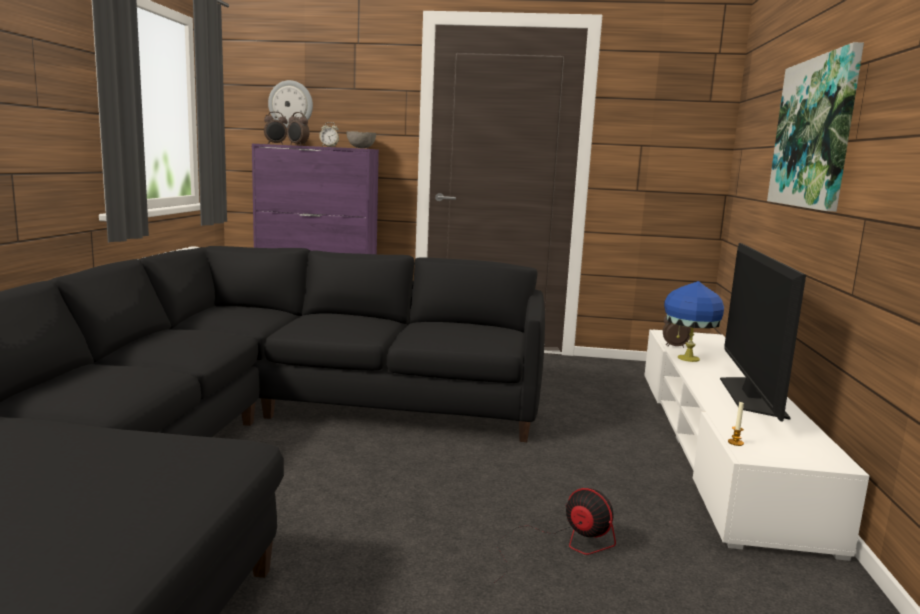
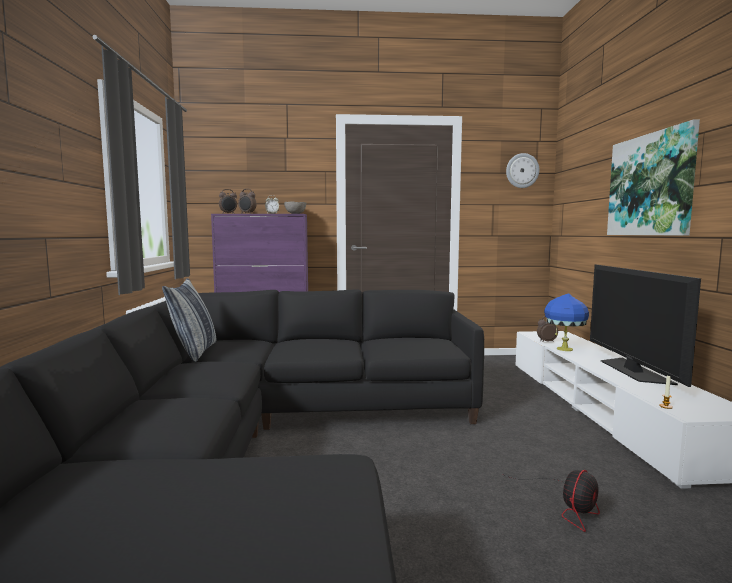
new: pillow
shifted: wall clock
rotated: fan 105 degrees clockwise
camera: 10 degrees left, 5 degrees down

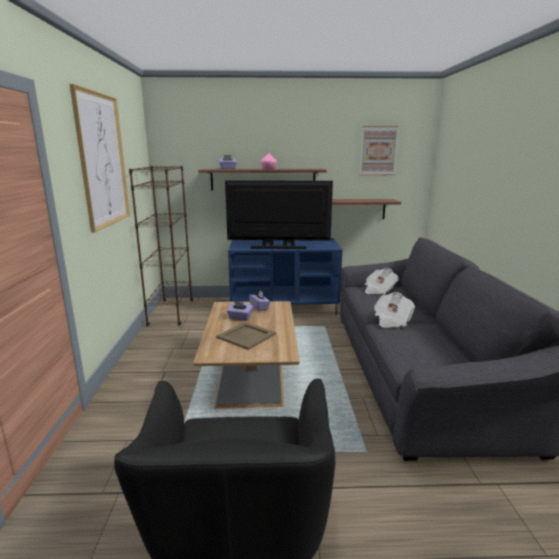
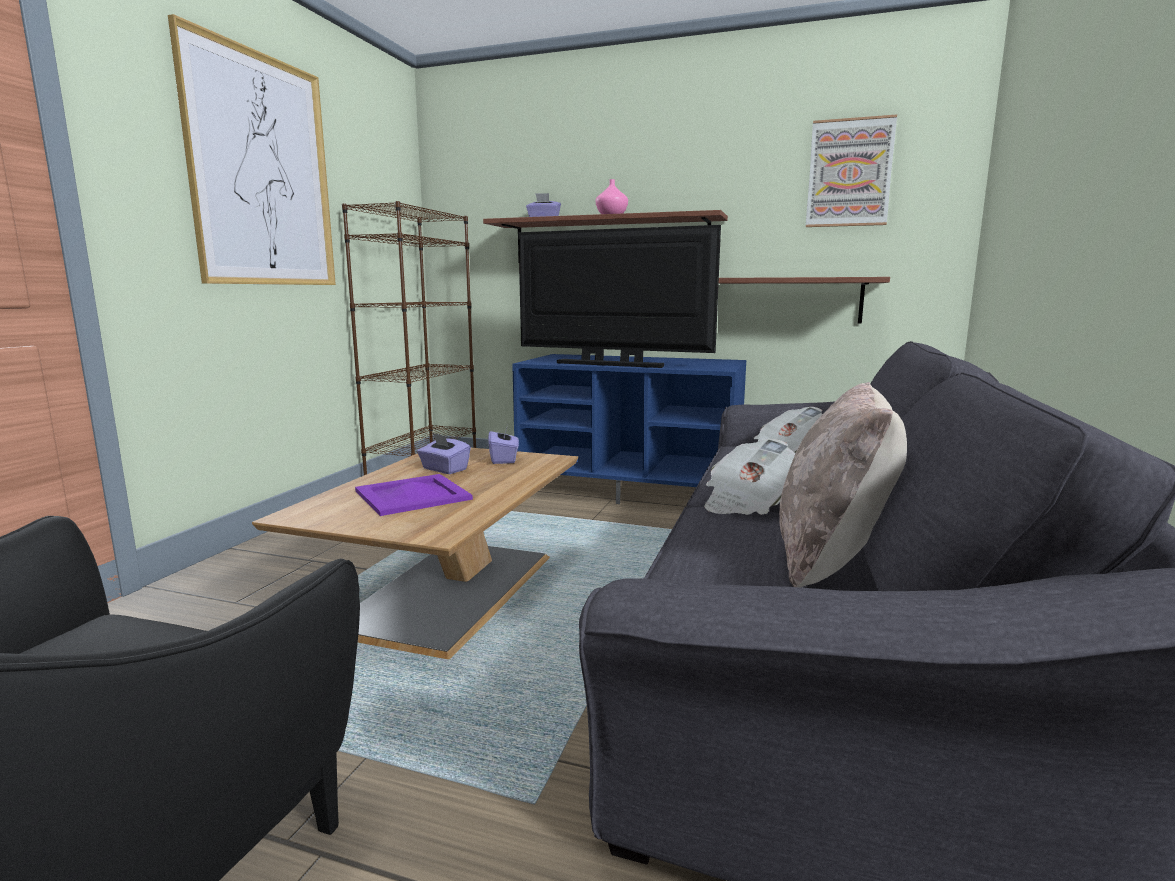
new: pillow (beige)
repainted: tray (beige) to tray (purple)
camera: 20 degrees right, 5 degrees down

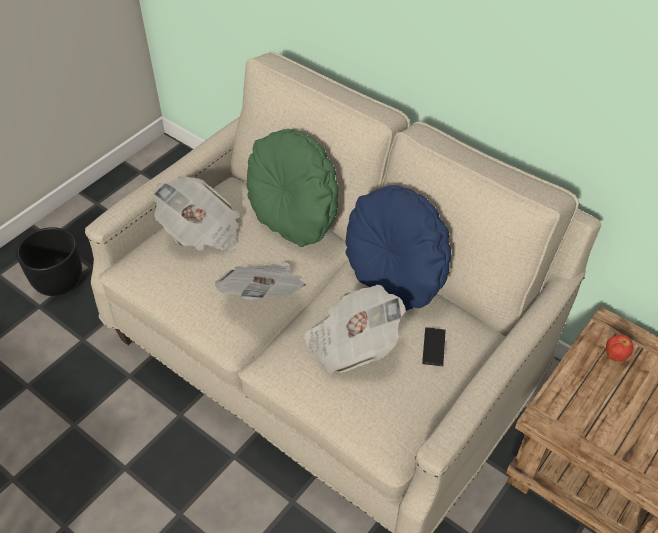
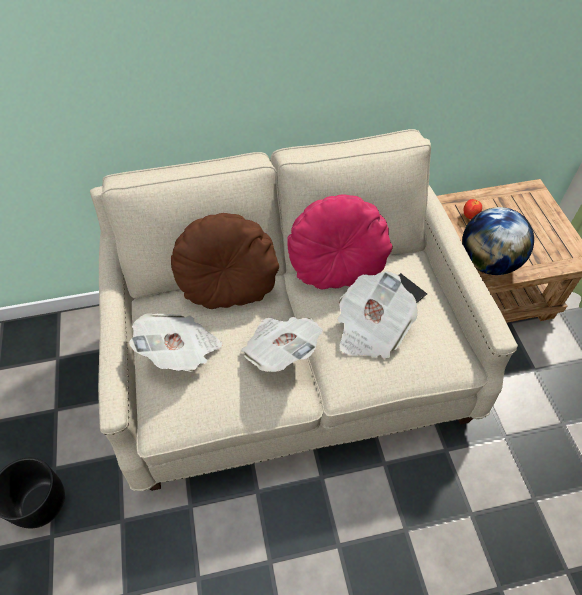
new: globe
repainted: pillow (green) to pillow (brown); pillow (blue) to pillow (pink)
camera: 50 degrees left, 5 degrees up

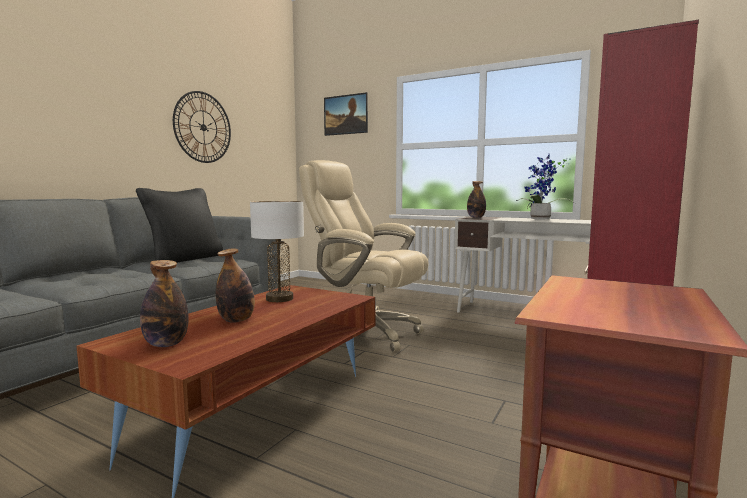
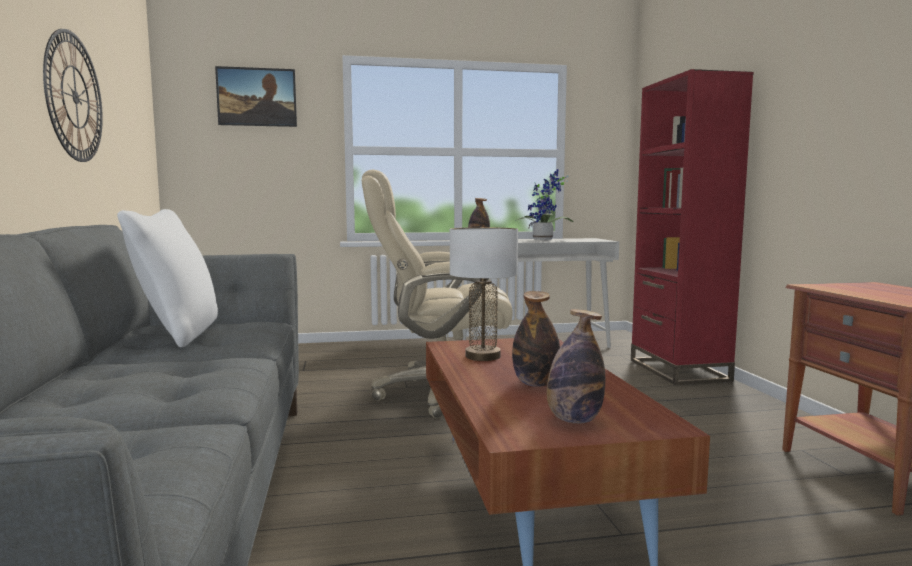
repainted: pillow (black) to pillow (white)
camera: 40 degrees left, 0 degrees up

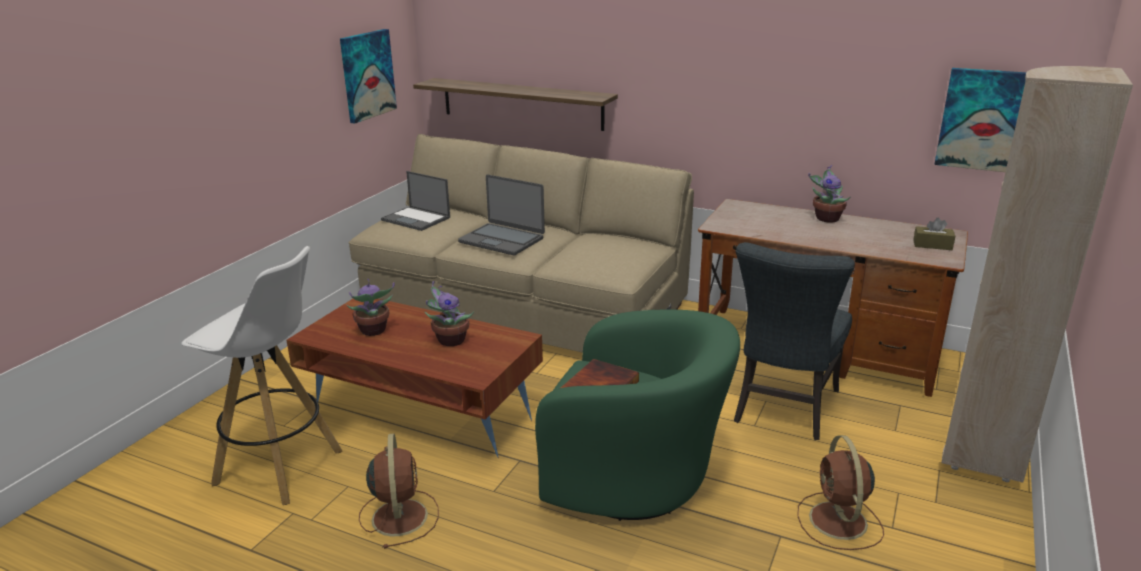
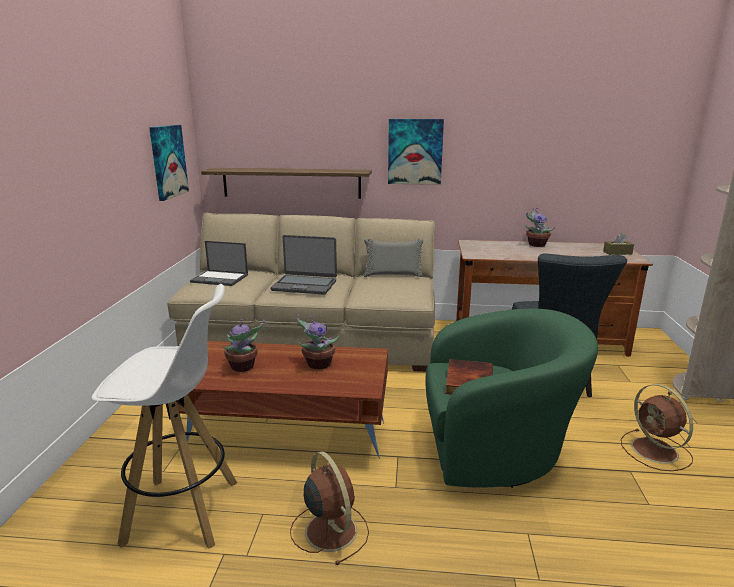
new: pillow (grey)
shifted: picture (no. 2 from left)
camera: 20 degrees left, 5 degrees down

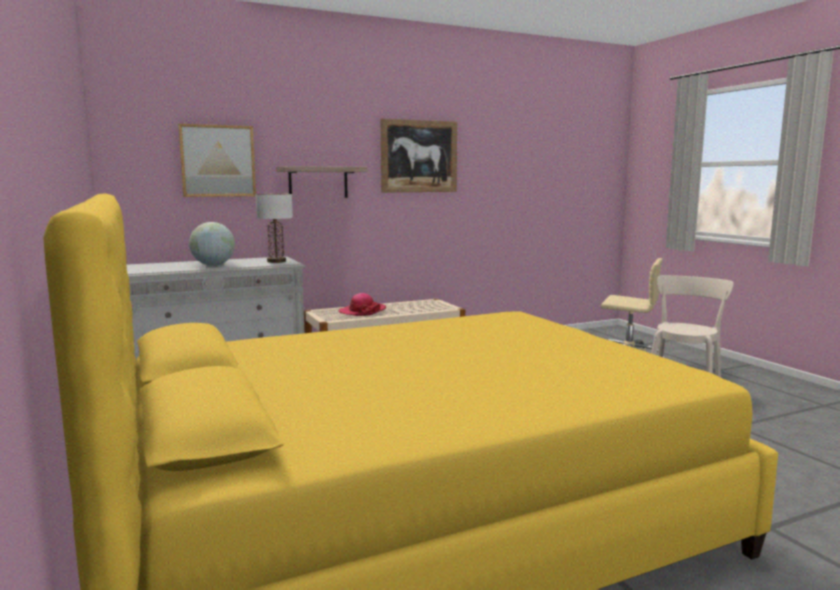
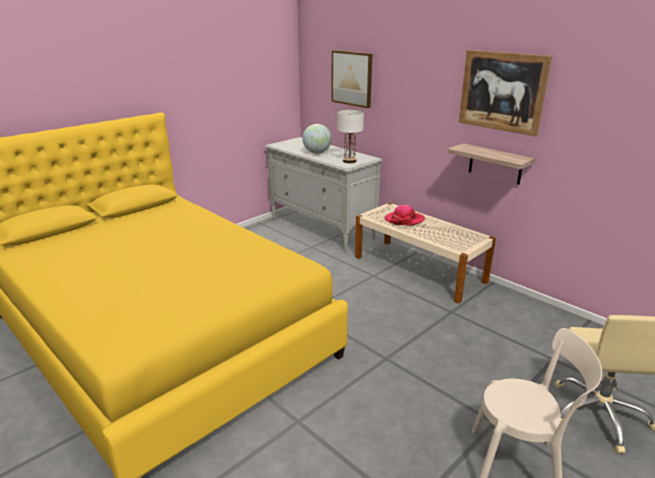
shifted: shelf
camera: 70 degrees right, 15 degrees up

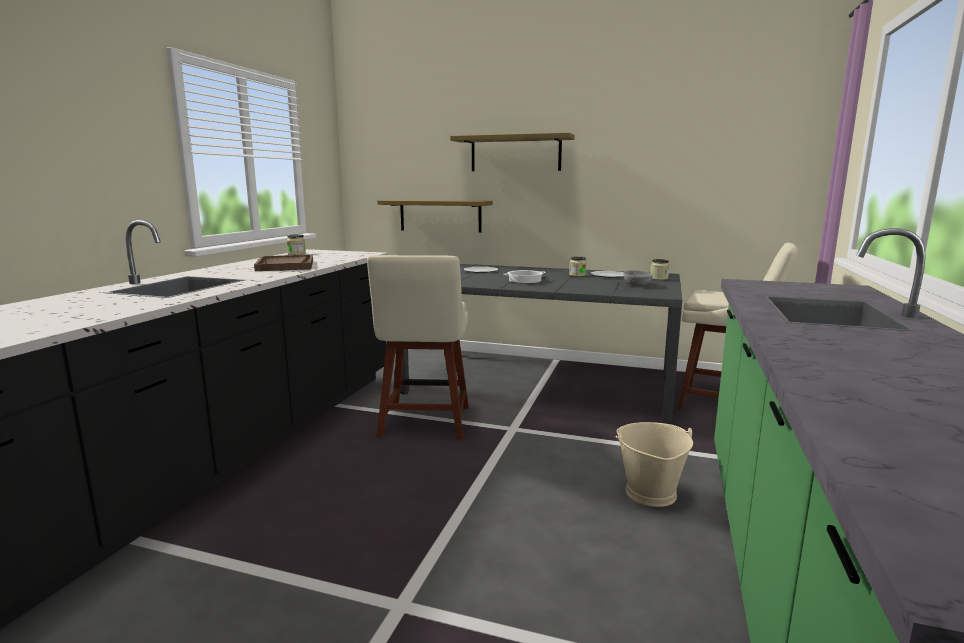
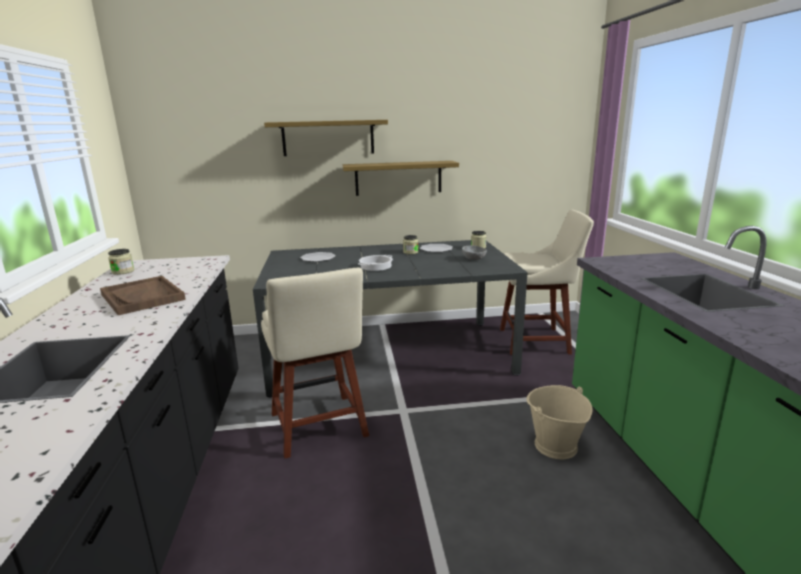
shifted: shelf (no. 1 from left in the first image) to shelf (no. 2 from left)
camera: 25 degrees left, 5 degrees up

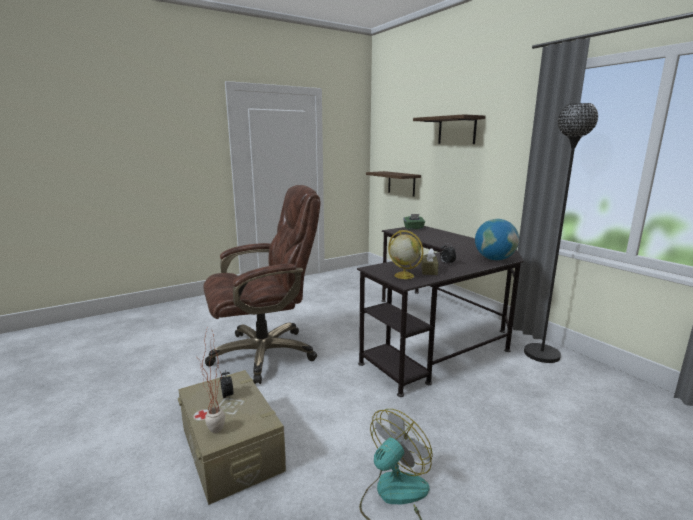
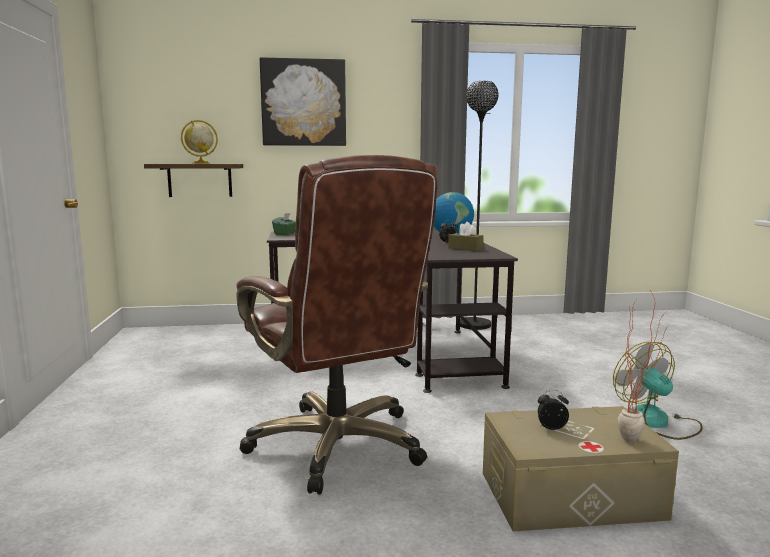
shifted: globe (no. 1 from left)
swapped: shelf (no. 2 from left) to picture
rotated: office chair (brown) 150 degrees clockwise
camera: 65 degrees left, 5 degrees down

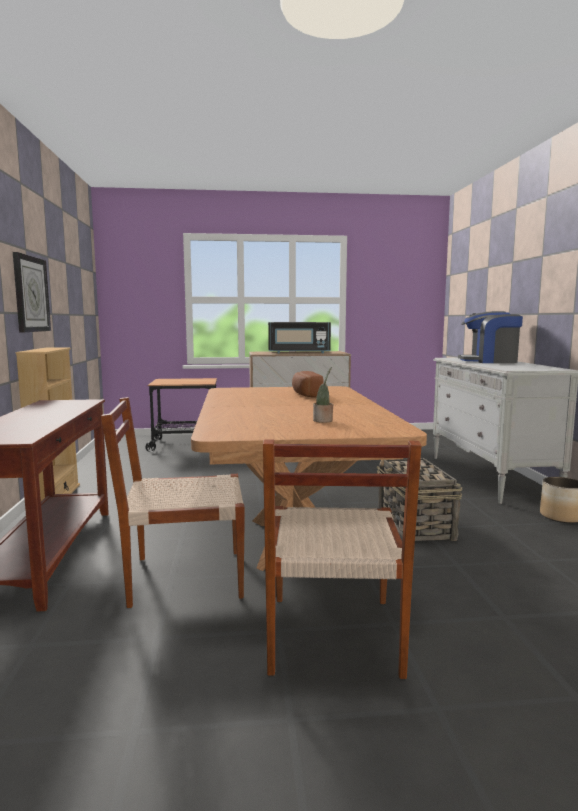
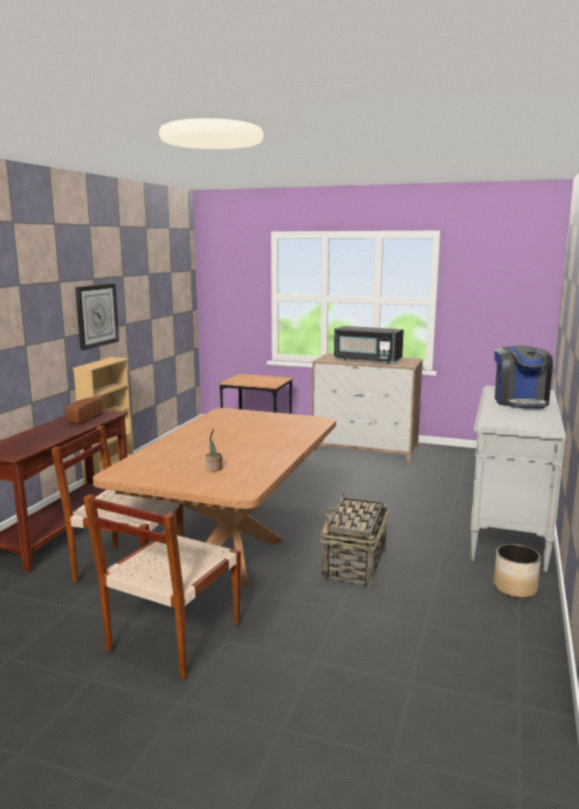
shifted: bread
rotated: coffee machine 120 degrees counterclockwise
camera: 25 degrees right, 5 degrees up

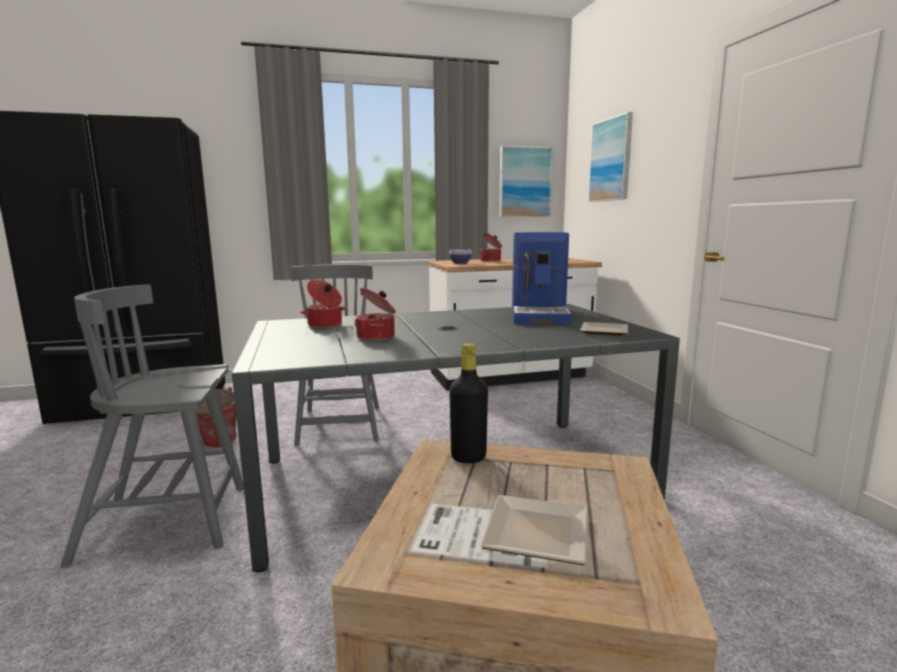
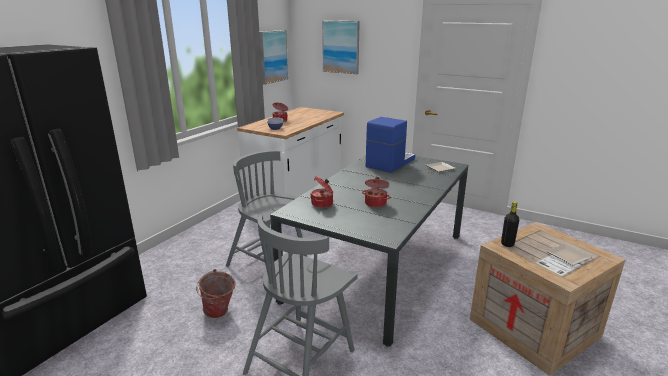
rotated: coffee machine 105 degrees counterclockwise
camera: 45 degrees left, 10 degrees up

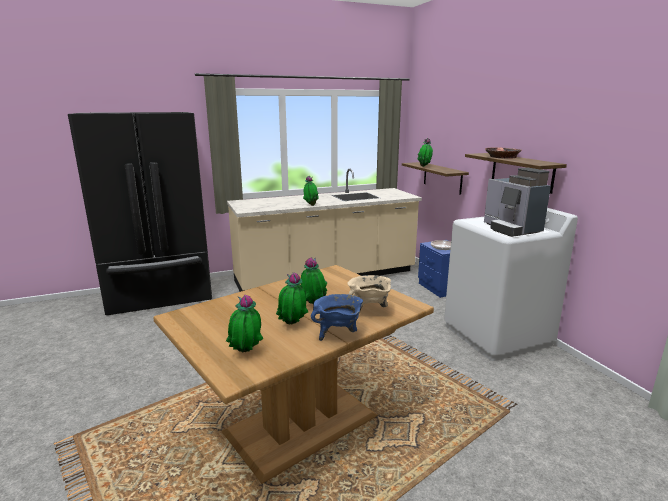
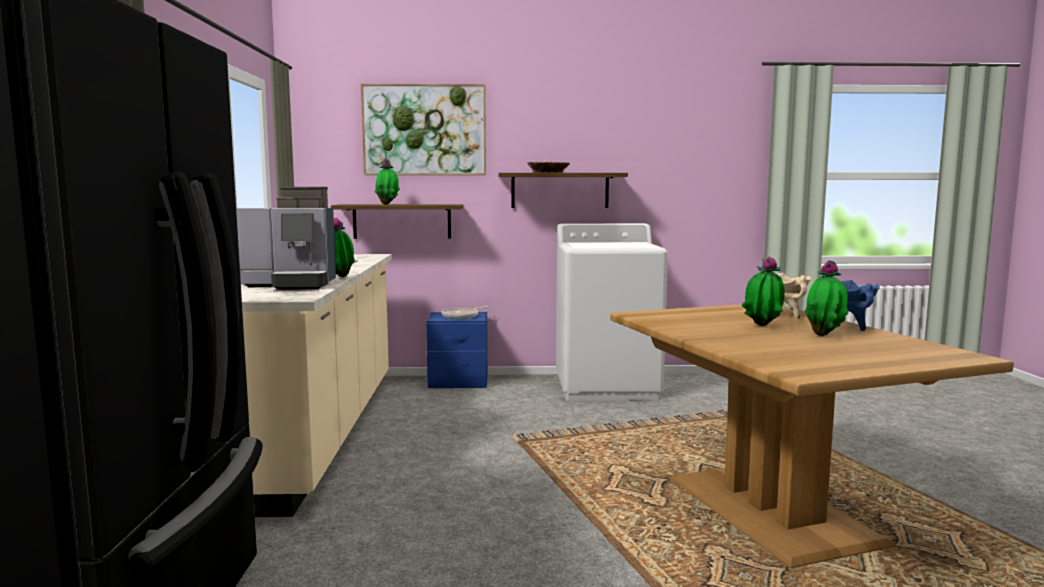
gone: potted plant (no. 1 from left)
new: picture
shifted: coffee machine
camera: 70 degrees left, 10 degrees down

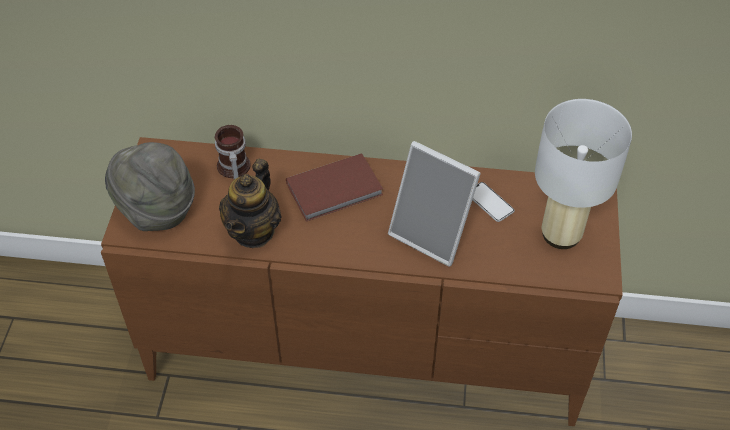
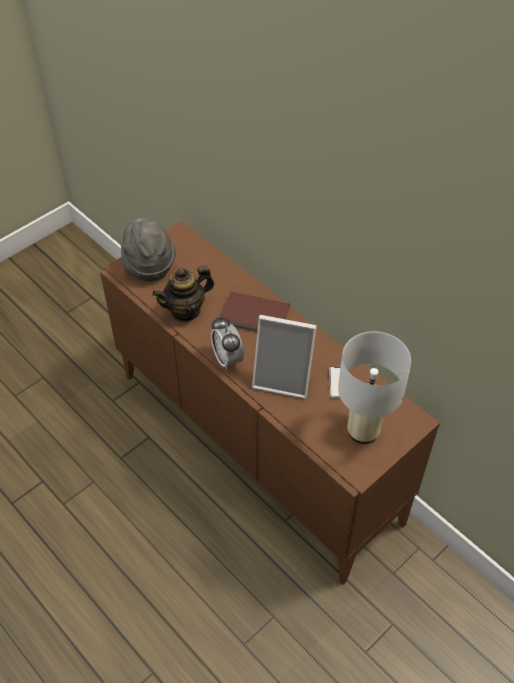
gone: mug
new: alarm clock
rotated: picture frame 60 degrees counterclockwise
camera: 40 degrees right, 0 degrees up

